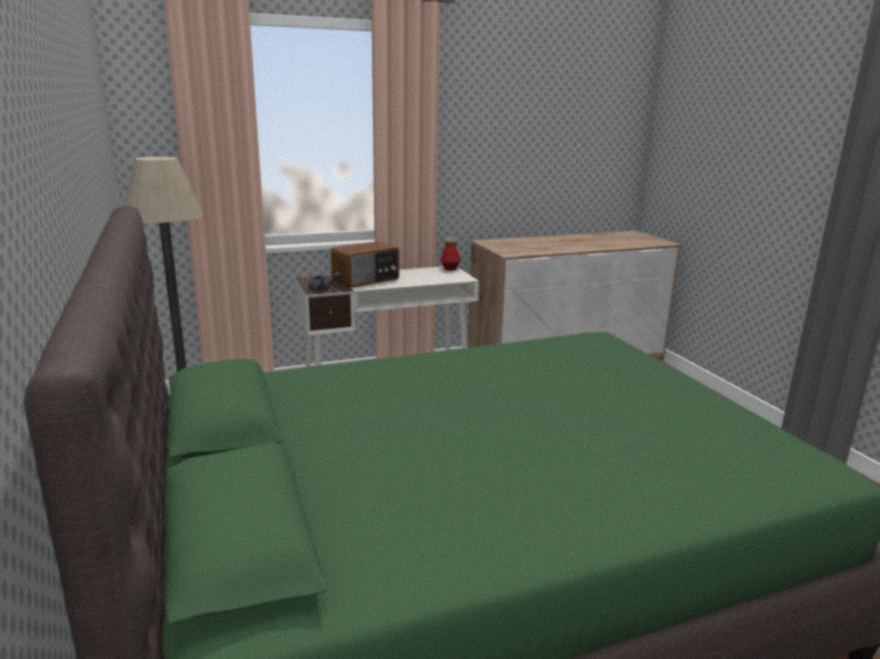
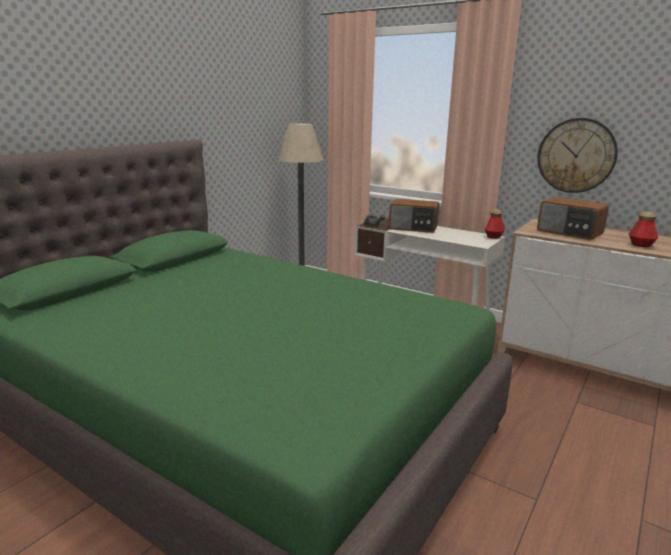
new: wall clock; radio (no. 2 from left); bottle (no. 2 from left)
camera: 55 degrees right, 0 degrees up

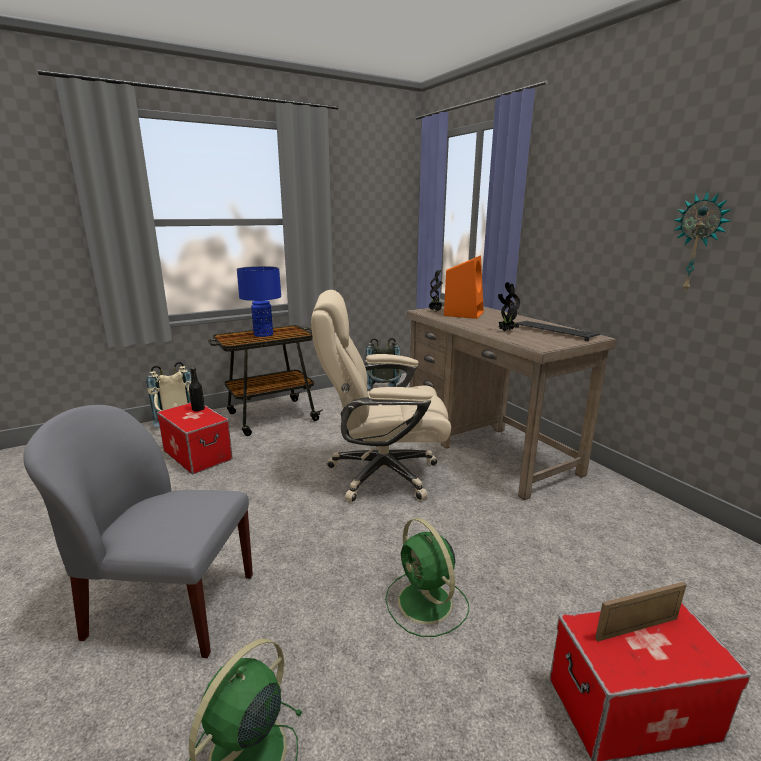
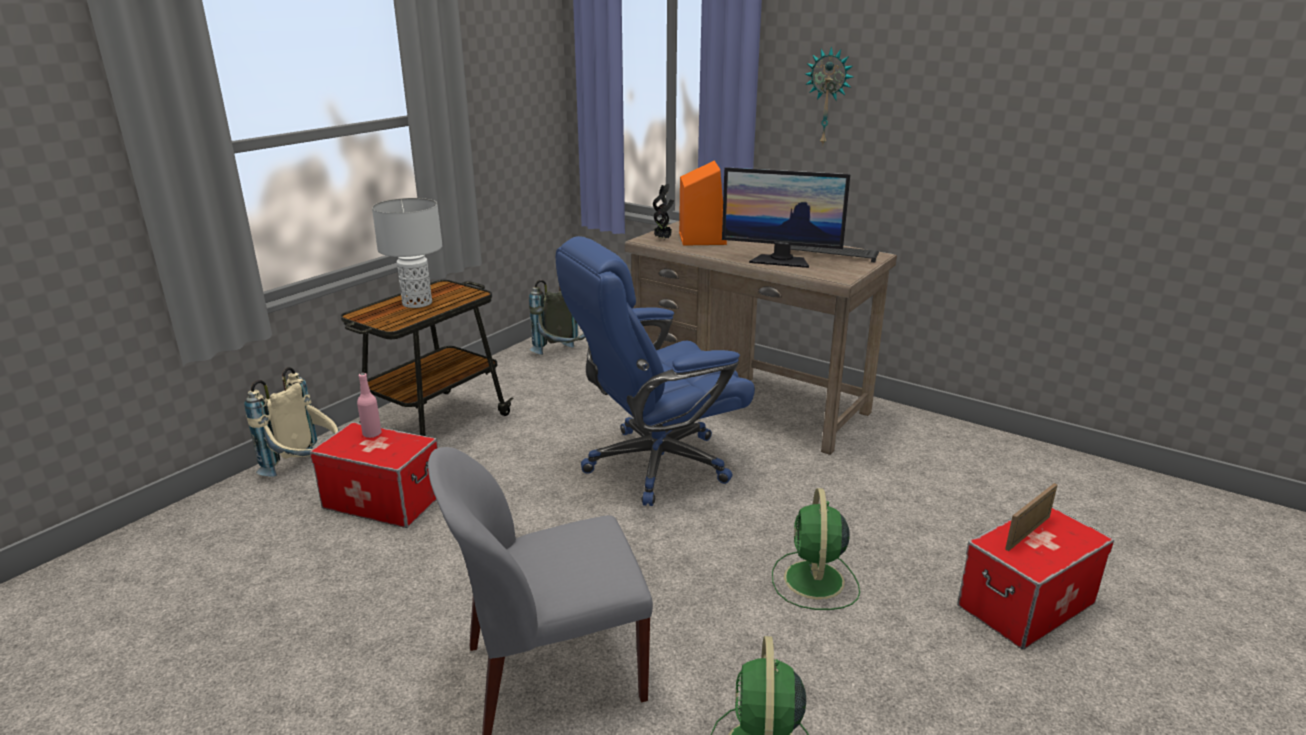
shifted: wall clock
swapped: potted plant (no. 2 from left) to monitor
repainted: bottle (black) to bottle (pink); table lamp (blue) to table lamp (white); office chair (beige) to office chair (blue)
rotated: fan (green) (no. 2 from left) 60 degrees clockwise
camera: 25 degrees left, 5 degrees up

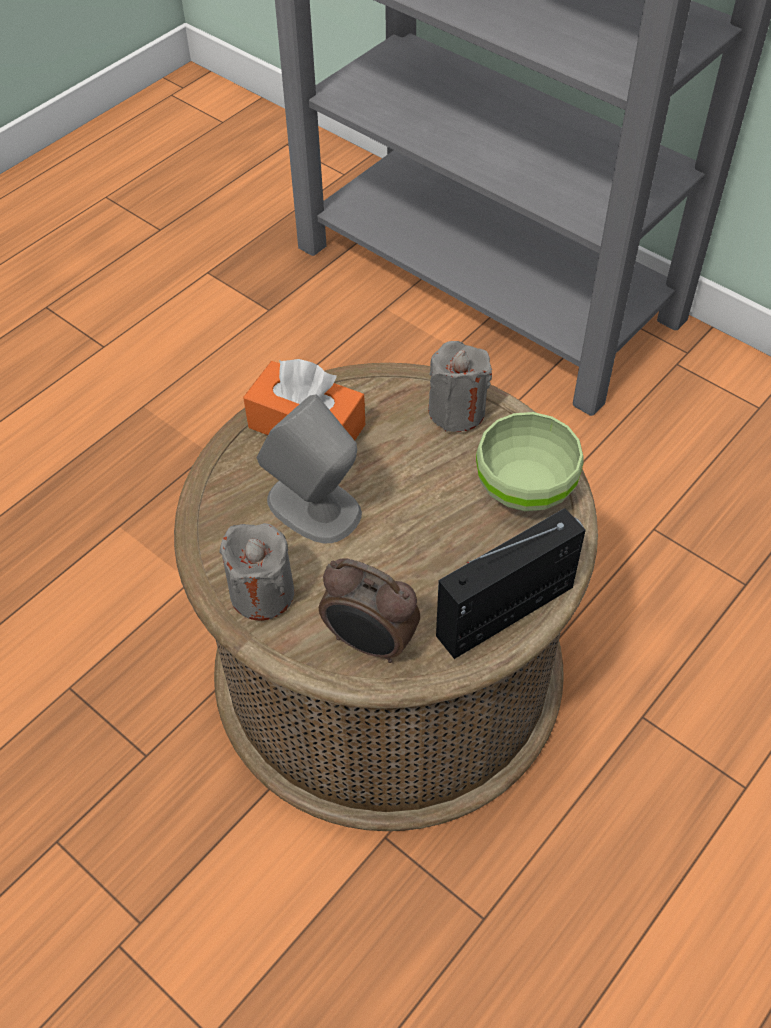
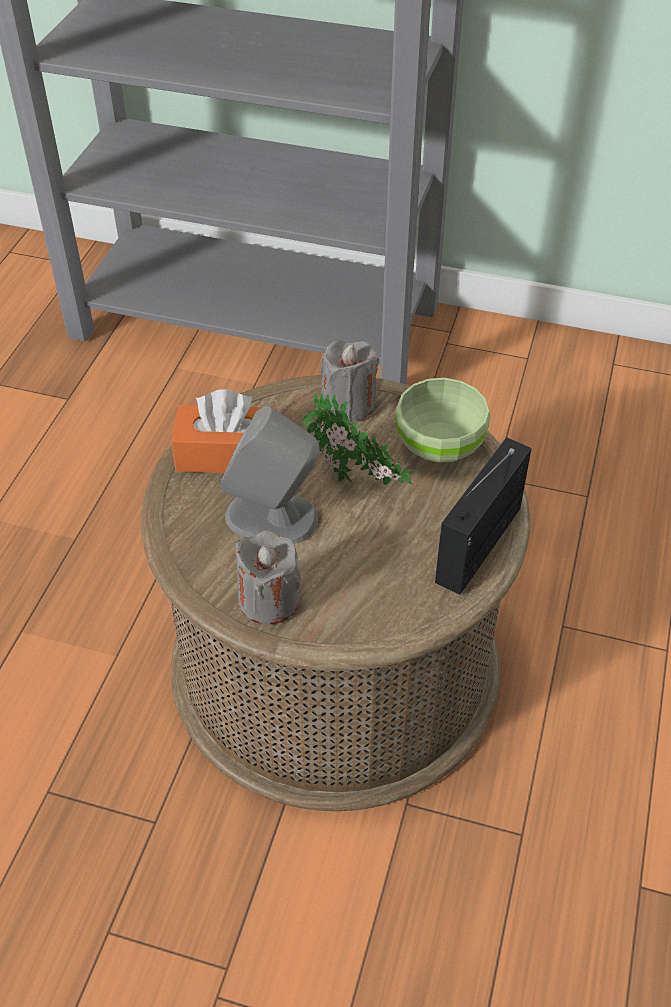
gone: alarm clock
new: potted plant
camera: 25 degrees left, 5 degrees down

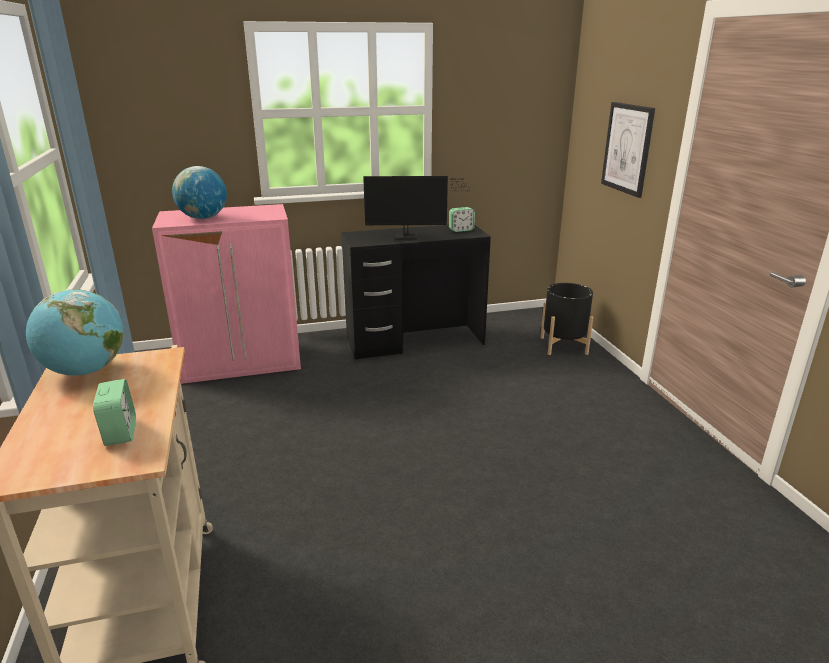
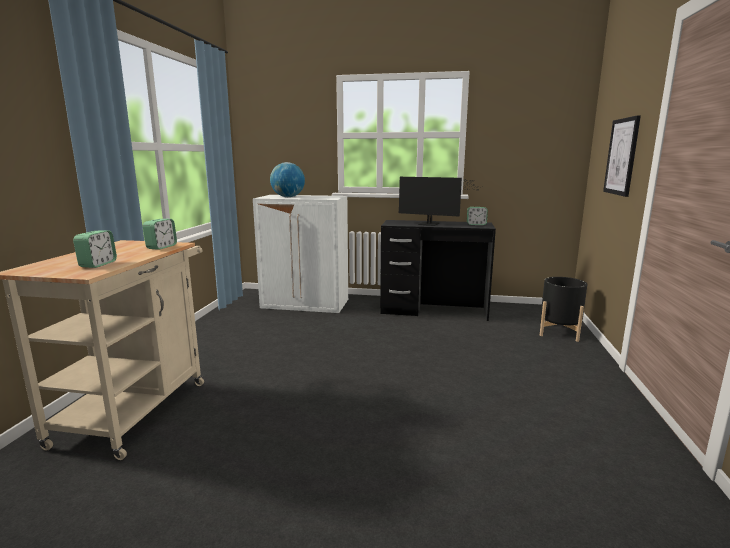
gone: globe (no. 1 from left)
new: alarm clock (no. 2 from left)
repainted: cabinet (pink) to cabinet (white)
camera: 25 degrees right, 10 degrees down

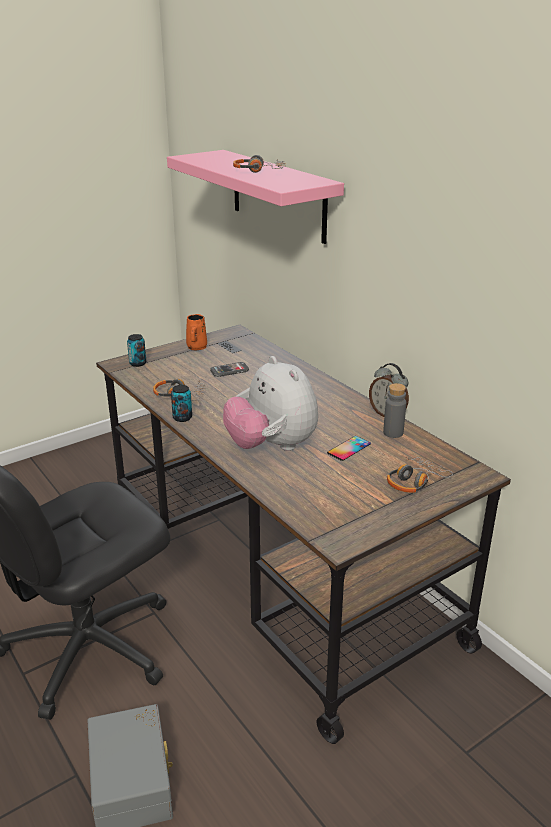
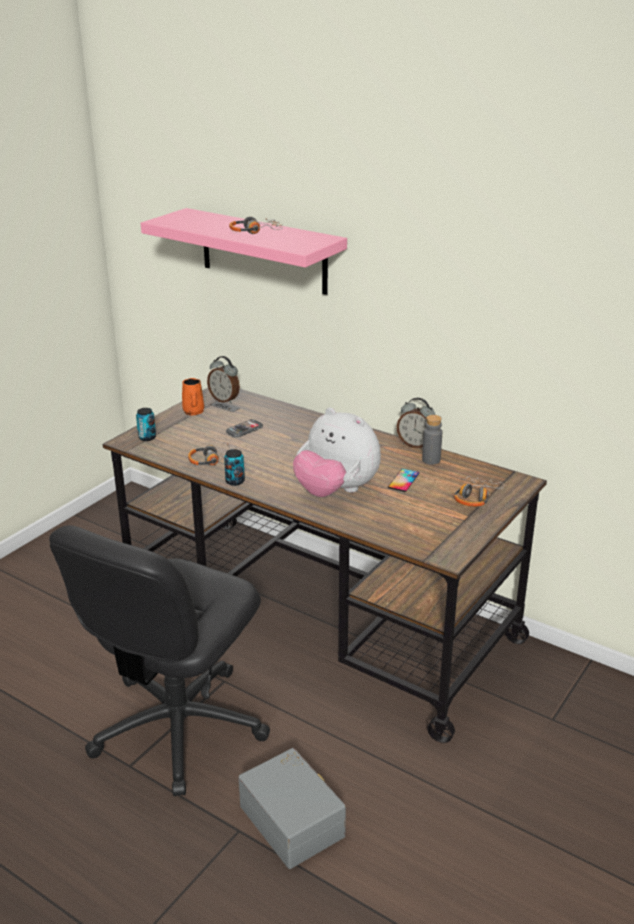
new: alarm clock (no. 1 from left)
camera: 20 degrees left, 0 degrees up

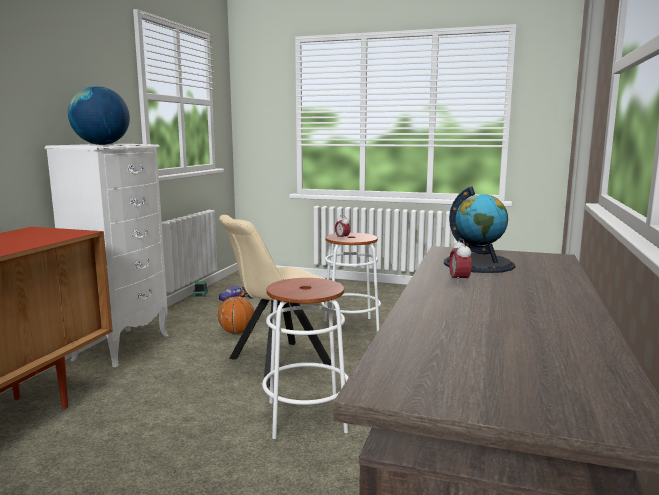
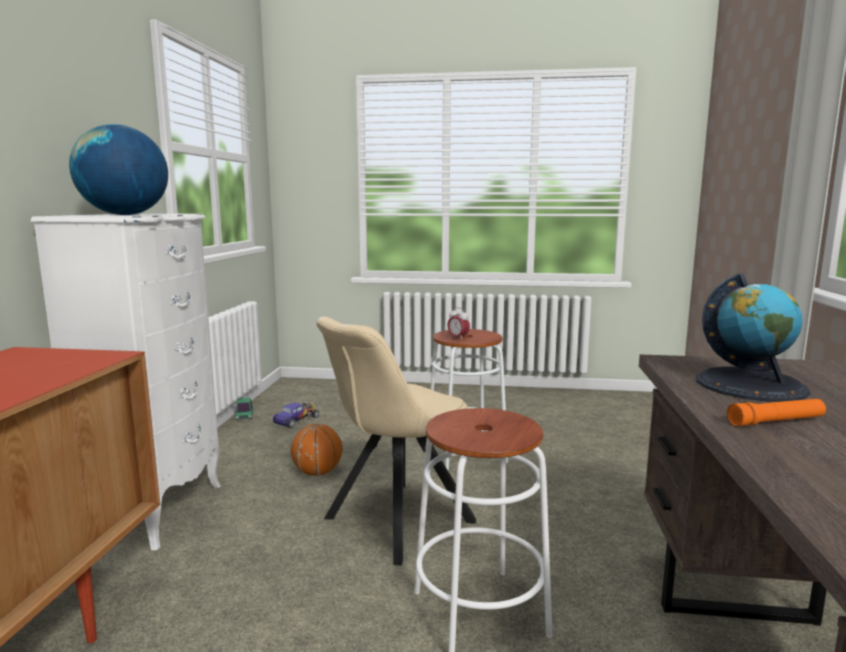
swapped: alarm clock (no. 2 from left) to flashlight (orange)
camera: 10 degrees left, 0 degrees up

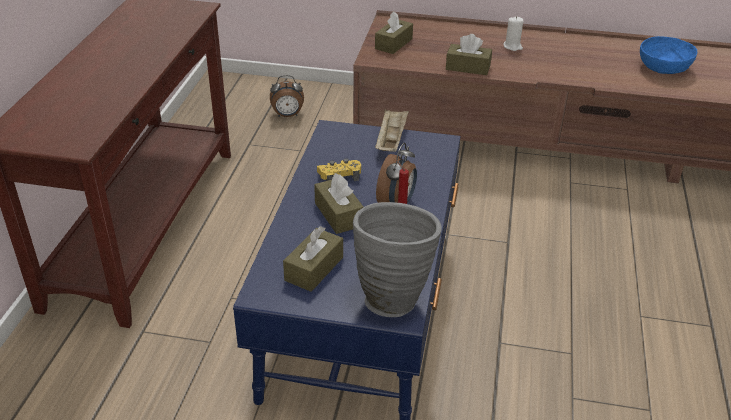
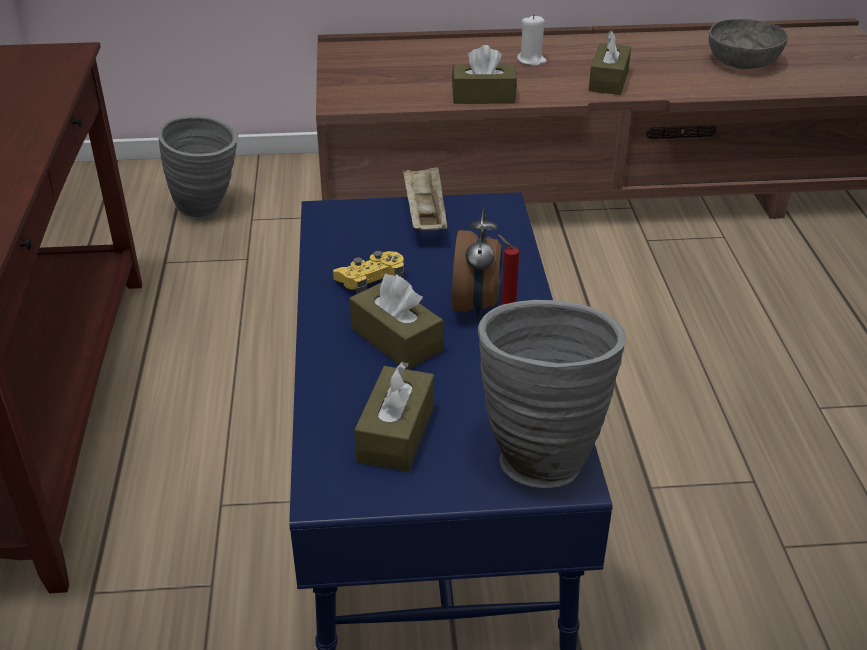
shifted: tissue box (brown) (no. 3 from left in the first image) to tissue box (brown) (no. 4 from left)
swapped: alarm clock (no. 1 from left) to vase (grey) (no. 1 from left)
repainted: bowl (blue) to bowl (grey)
camera: 15 degrees left, 0 degrees up

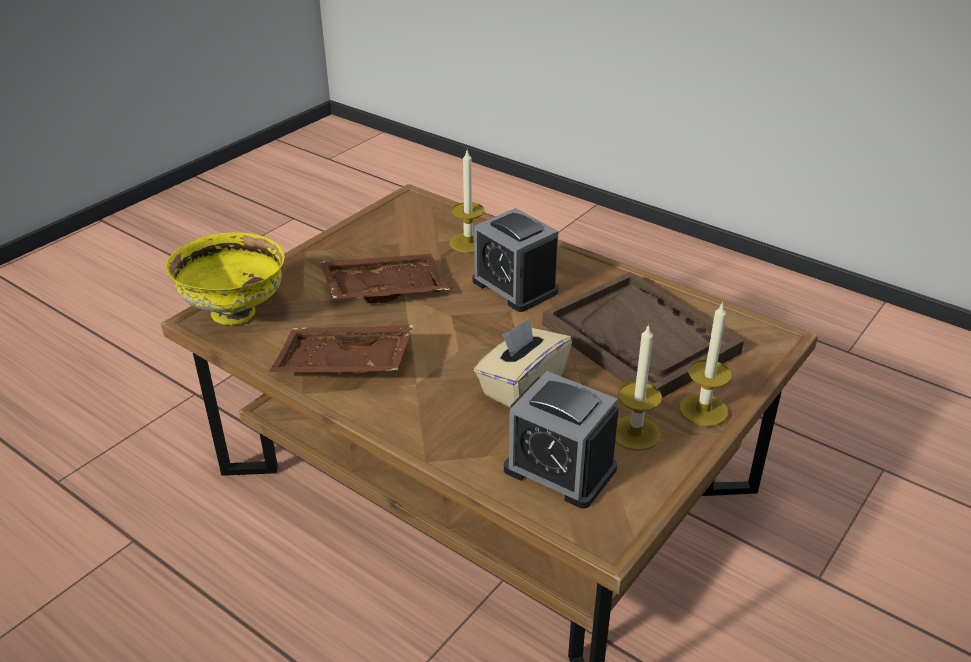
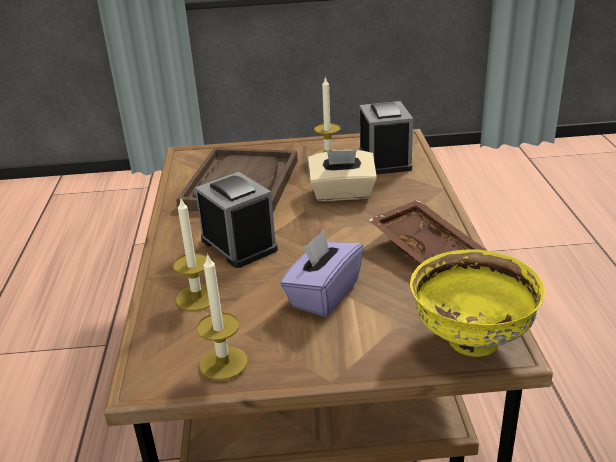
shifted: candle (no. 3 from left in the first image) to candle (no. 2 from left)
swapped: tray (brown) (no. 2 from left) to tissue box (purple)
rotated: alarm clock (no. 1 from left) 45 degrees counterclockwise
camera: 130 degrees left, 5 degrees down

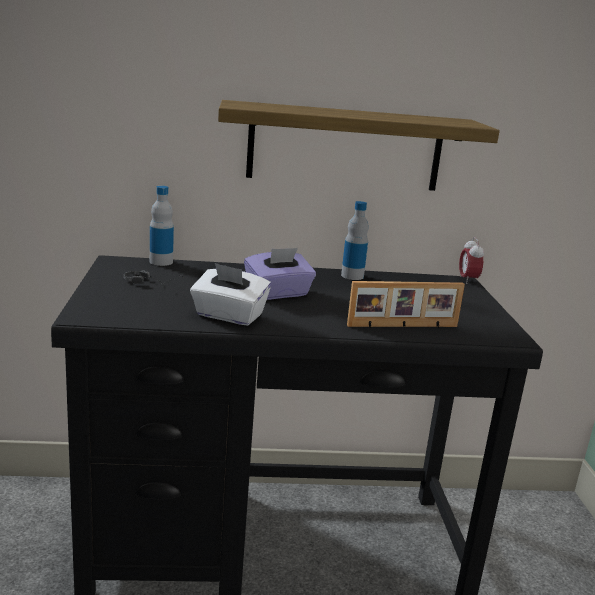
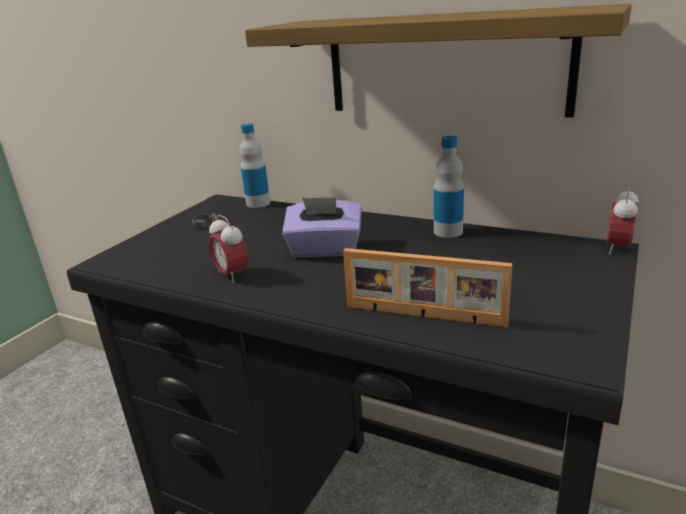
swapped: tissue box (white) to alarm clock (no. 1 from left)
camera: 35 degrees right, 5 degrees up

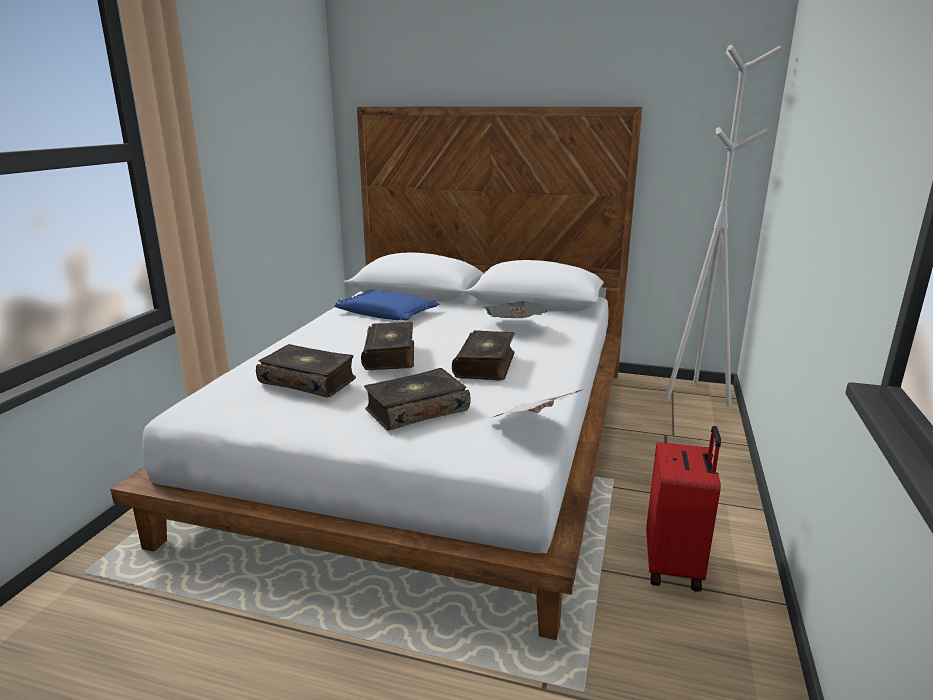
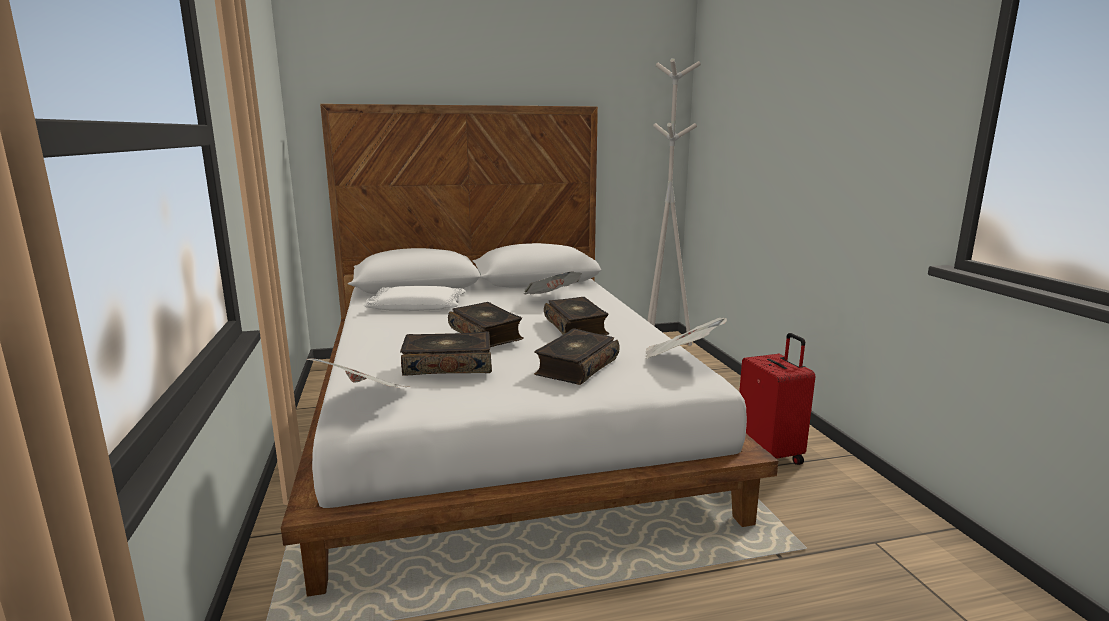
new: newspaper (no. 1 from left)
repainted: pillow (blue) to pillow (white)
camera: 30 degrees left, 5 degrees down

